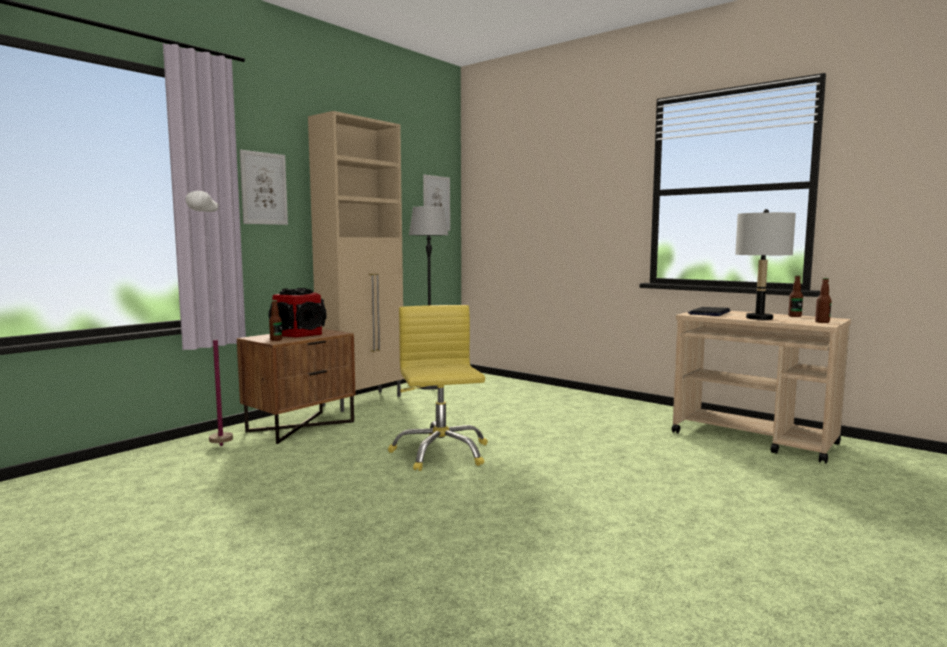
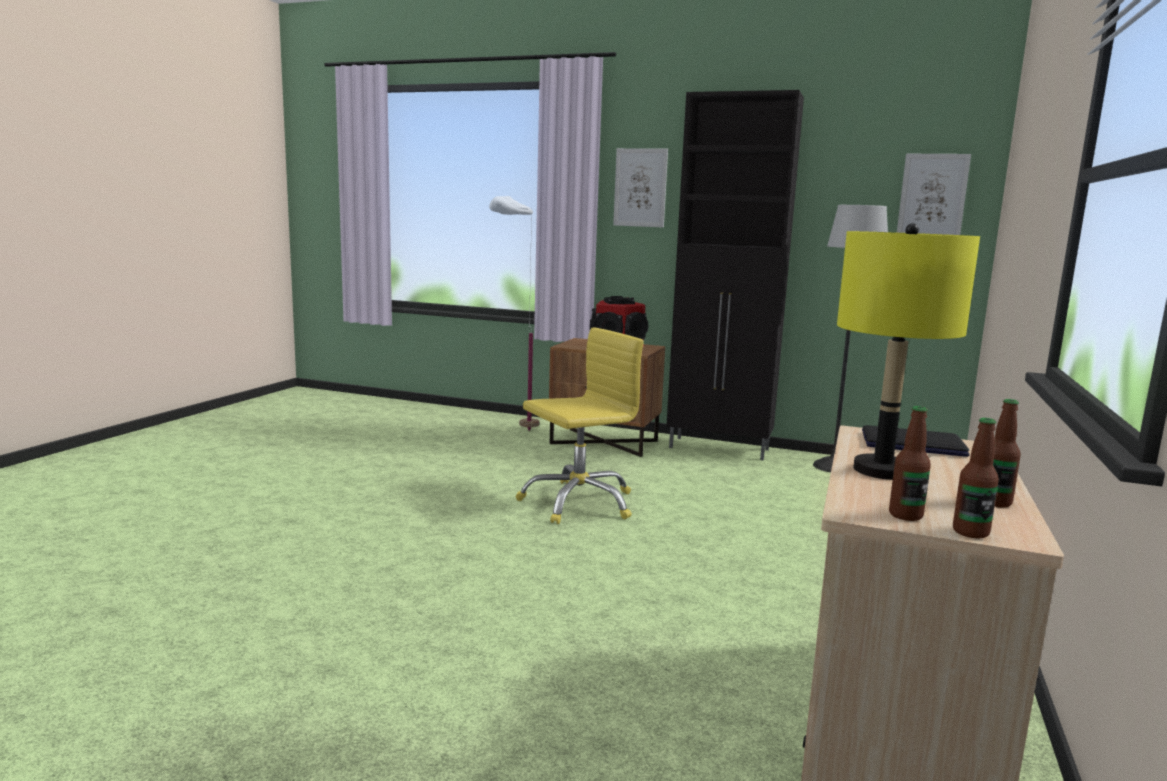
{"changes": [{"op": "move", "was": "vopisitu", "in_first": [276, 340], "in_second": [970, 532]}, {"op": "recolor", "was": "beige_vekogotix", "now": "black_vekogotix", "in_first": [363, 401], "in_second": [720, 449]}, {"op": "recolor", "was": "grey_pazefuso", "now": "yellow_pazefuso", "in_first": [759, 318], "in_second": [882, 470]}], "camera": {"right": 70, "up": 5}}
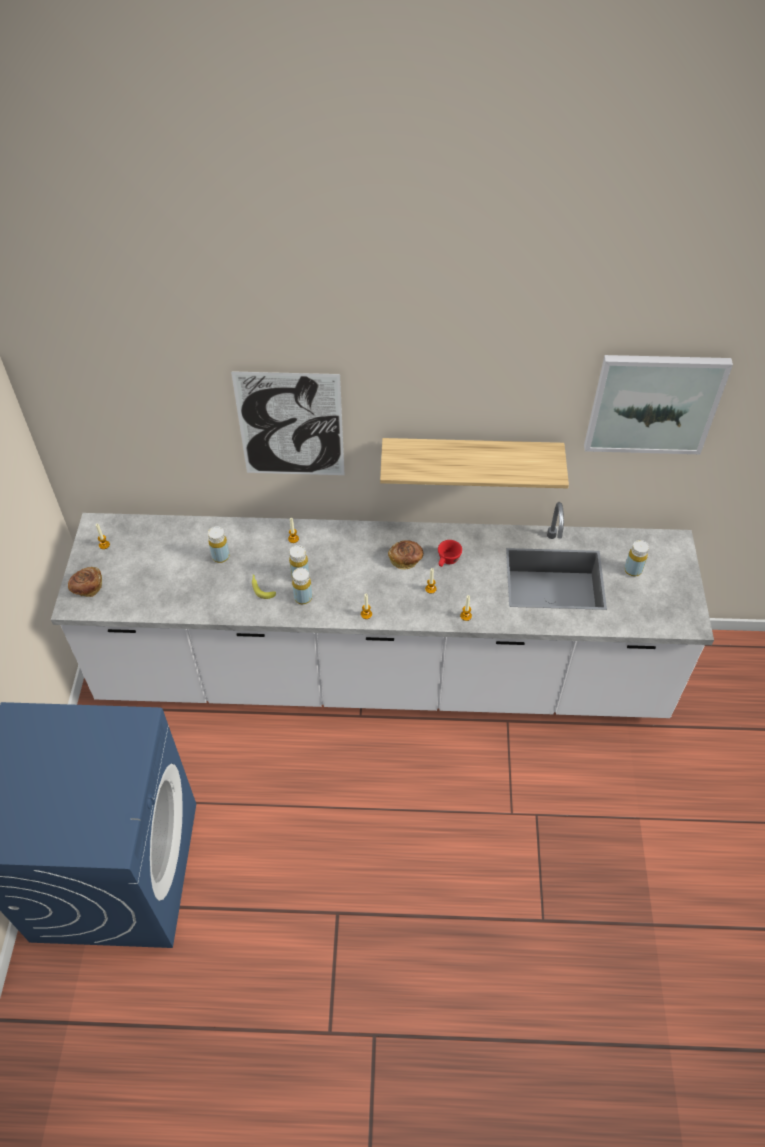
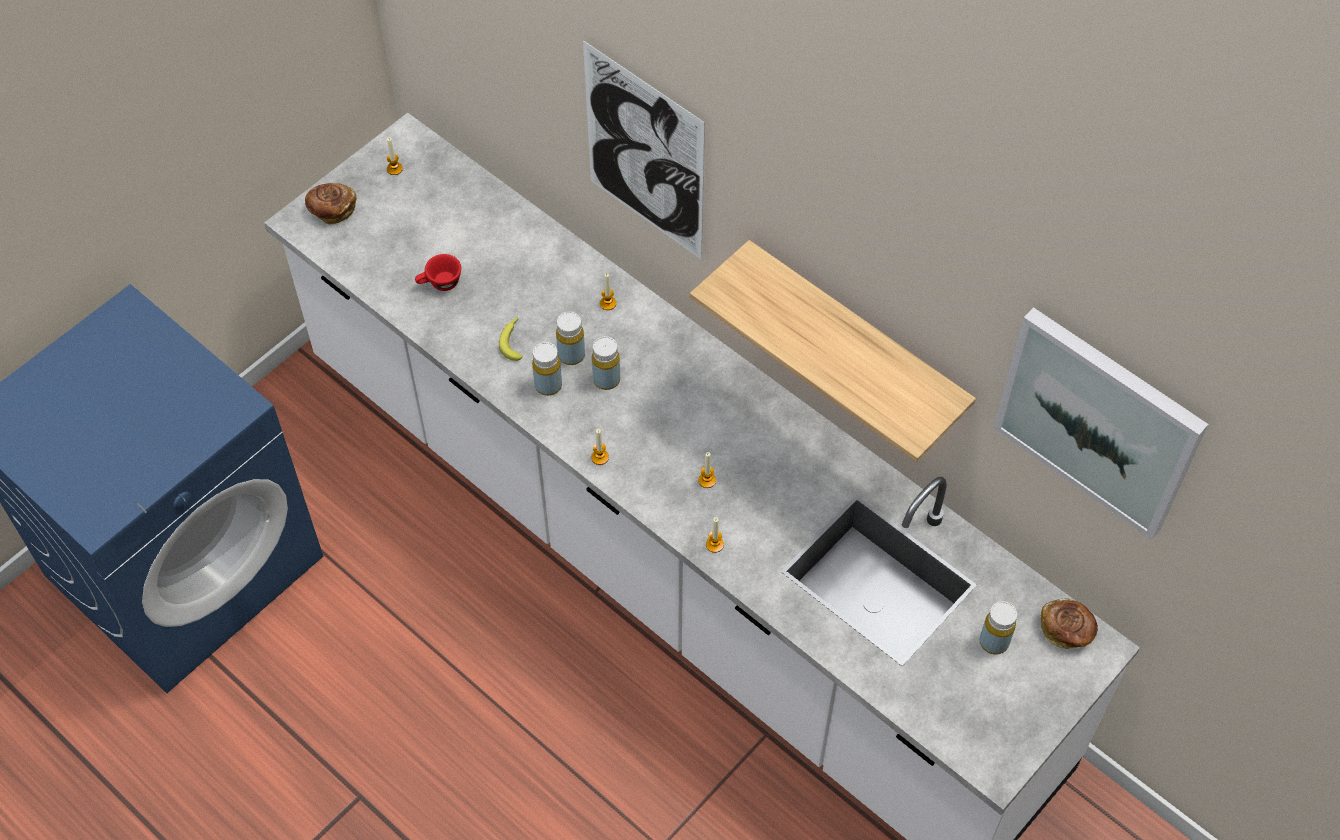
{"changes": [{"op": "move", "was": "yellow_vopisitu", "in_first": [220, 556], "in_second": [606, 379]}, {"op": "move", "was": "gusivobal", "in_first": [406, 559], "in_second": [1066, 631]}, {"op": "move", "was": "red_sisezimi", "in_first": [447, 561], "in_second": [440, 284]}], "camera": {"right": 40, "up": 5}}
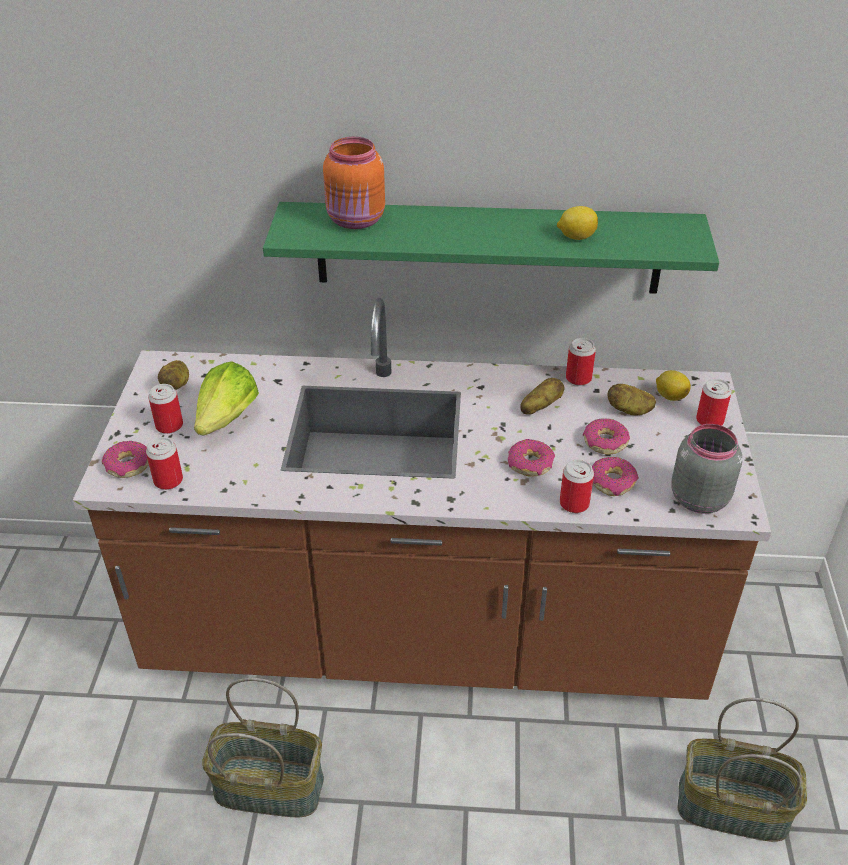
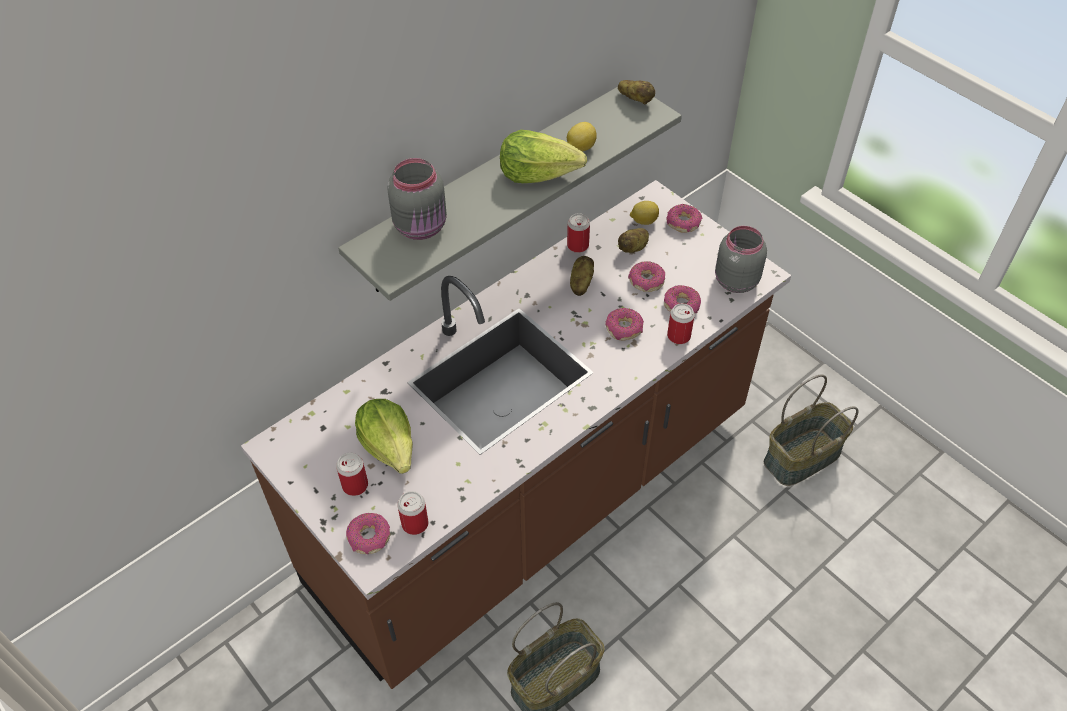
{"changes": [{"op": "insert", "now": "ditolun", "in_second": [538, 173]}, {"op": "move", "was": "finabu", "in_first": [177, 385], "in_second": [636, 100]}, {"op": "replace", "was": "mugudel", "now": "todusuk", "in_first": [709, 420], "in_second": [683, 223]}, {"op": "recolor", "was": "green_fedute", "now": "grey_fedute", "in_first": [488, 247], "in_second": [495, 188]}, {"op": "recolor", "was": "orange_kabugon", "now": "grey_kabugon", "in_first": [357, 221], "in_second": [422, 227]}], "camera": {"right": -45, "up": 10}}
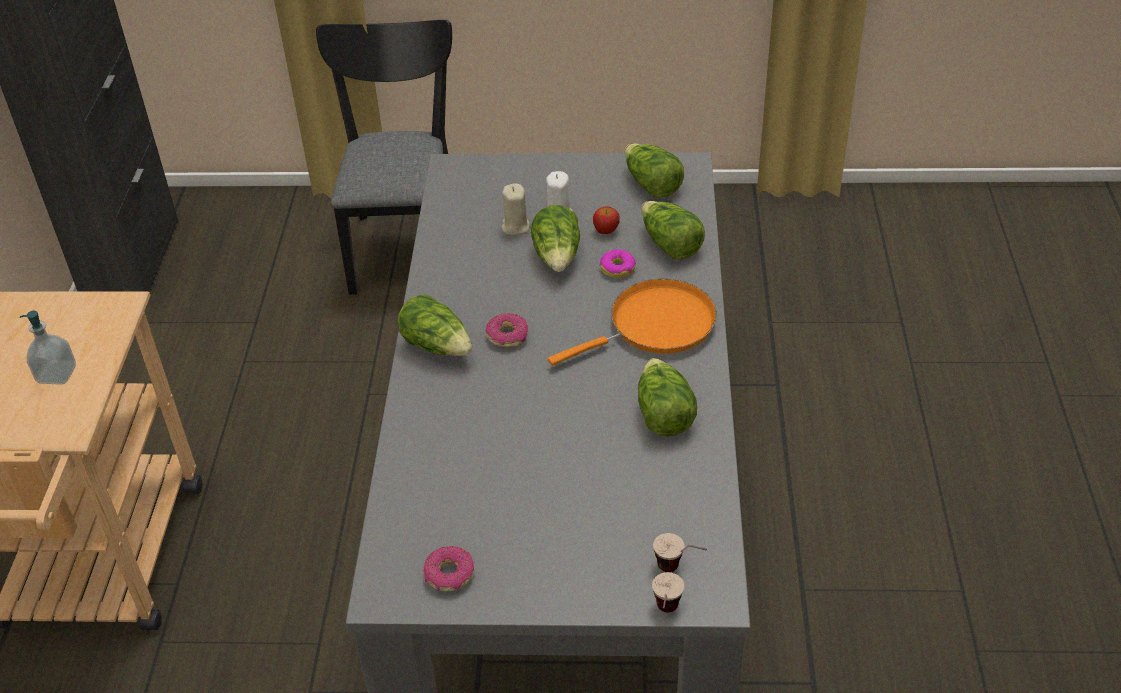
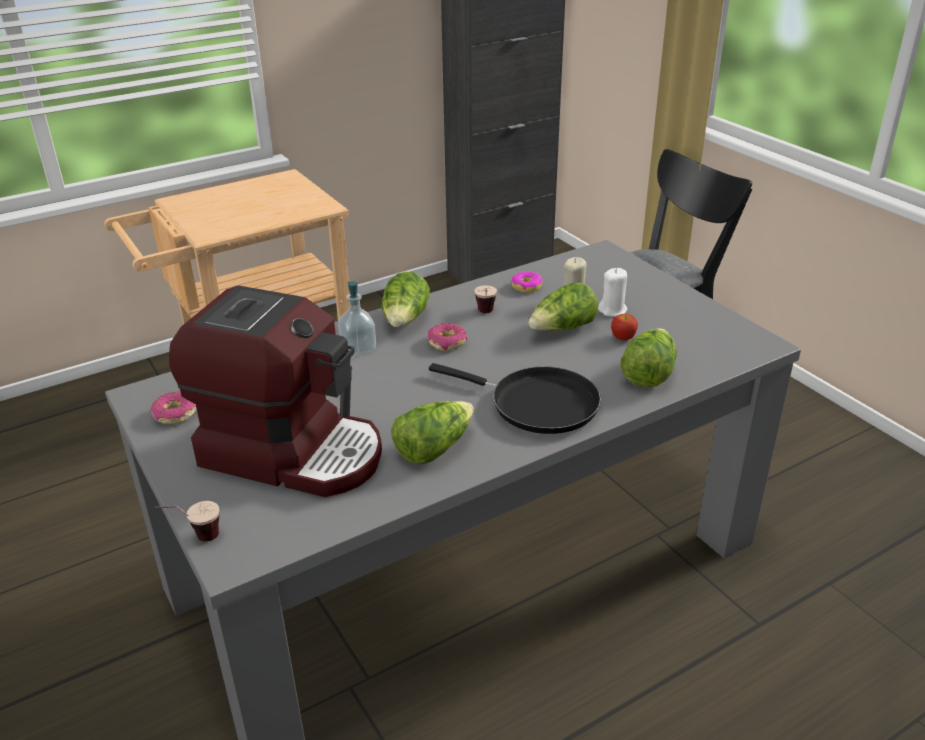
{"changes": [{"op": "delete", "was": "ditolun", "in_first": [651, 184]}, {"op": "insert", "now": "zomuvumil", "in_second": [293, 451]}, {"op": "move", "was": "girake", "in_first": [57, 374], "in_second": [358, 348]}, {"op": "move", "was": "todusuk", "in_first": [617, 268], "in_second": [526, 286]}, {"op": "move", "was": "sisezimi", "in_first": [679, 569], "in_second": [486, 314]}, {"op": "recolor", "was": "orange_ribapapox", "now": "black_ribapapox", "in_first": [655, 326], "in_second": [537, 404]}], "camera": {"right": 55, "up": -10}}
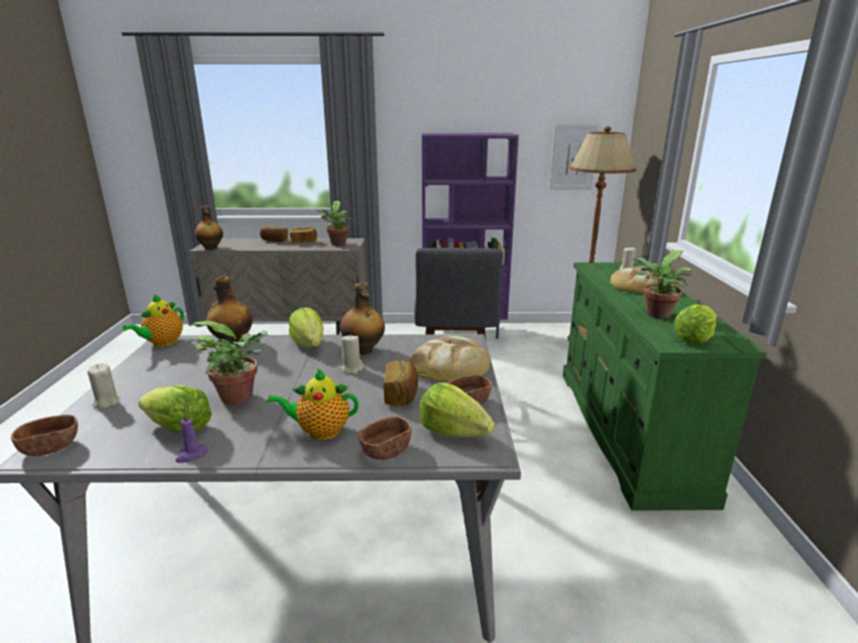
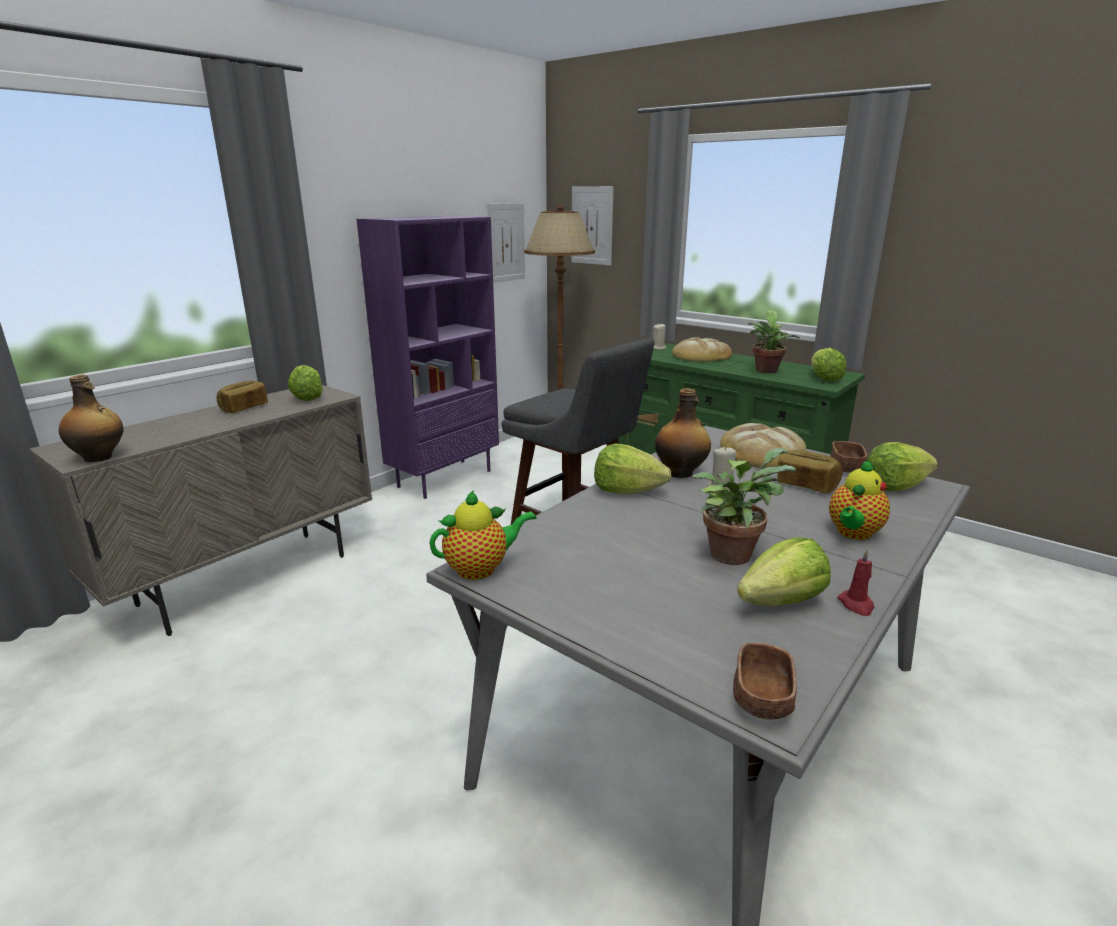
{"changes": [{"op": "delete", "was": "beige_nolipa", "in_first": [106, 402]}, {"op": "delete", "was": "vopisitu", "in_first": [232, 342]}, {"op": "delete", "was": "gusivobal", "in_first": [274, 240]}, {"op": "delete", "was": "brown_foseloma", "in_first": [386, 450]}, {"op": "insert", "now": "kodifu", "in_second": [592, 225]}, {"op": "replace", "was": "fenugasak", "now": "ditolun", "in_first": [338, 244], "in_second": [307, 397]}, {"op": "recolor", "was": "purple_nolipa", "now": "red_nolipa", "in_first": [191, 455], "in_second": [856, 605]}, {"op": "rotate", "was": "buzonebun", "in_first": [162, 343], "in_second": [481, 569], "clockwise": -90}], "camera": {"right": -50, "up": 0}}
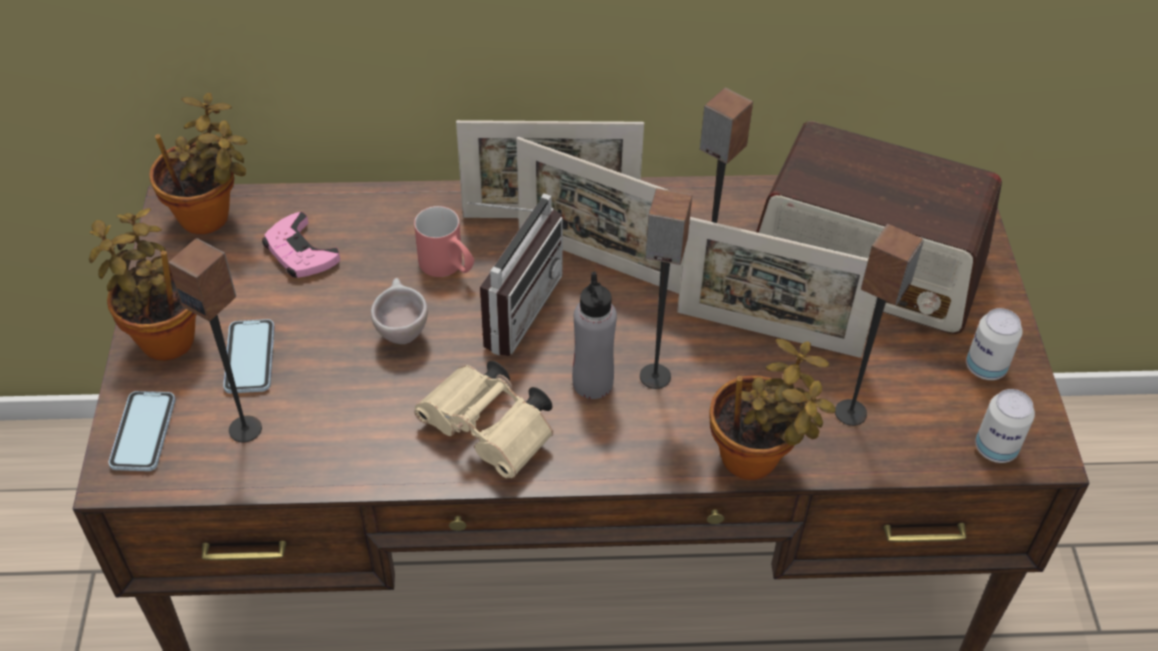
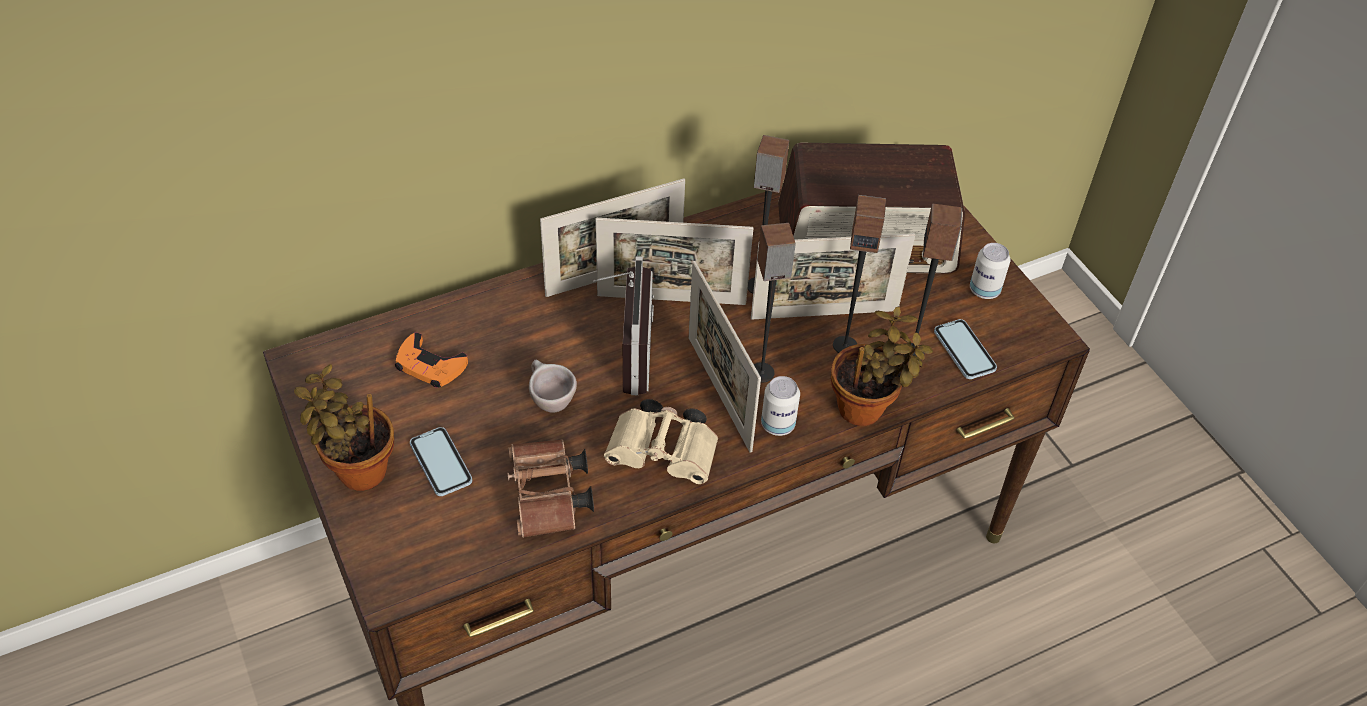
{"changes": [{"op": "delete", "was": "fenugasak", "in_first": [211, 217]}, {"op": "delete", "was": "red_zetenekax", "in_first": [448, 267]}, {"op": "insert", "now": "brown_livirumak", "in_second": [549, 500]}, {"op": "move", "was": "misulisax", "in_first": [143, 433], "in_second": [964, 351]}, {"op": "move", "was": "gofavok", "in_first": [246, 428], "in_second": [845, 345]}, {"op": "move", "was": "mugudel", "in_first": [995, 448], "in_second": [777, 424]}, {"op": "replace", "was": "grey_vopisitu", "now": "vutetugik", "in_first": [592, 383], "in_second": [719, 393]}, {"op": "recolor", "was": "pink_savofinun", "now": "orange_savofinun", "in_first": [300, 252], "in_second": [430, 365]}], "camera": {"right": -25, "up": 0}}
